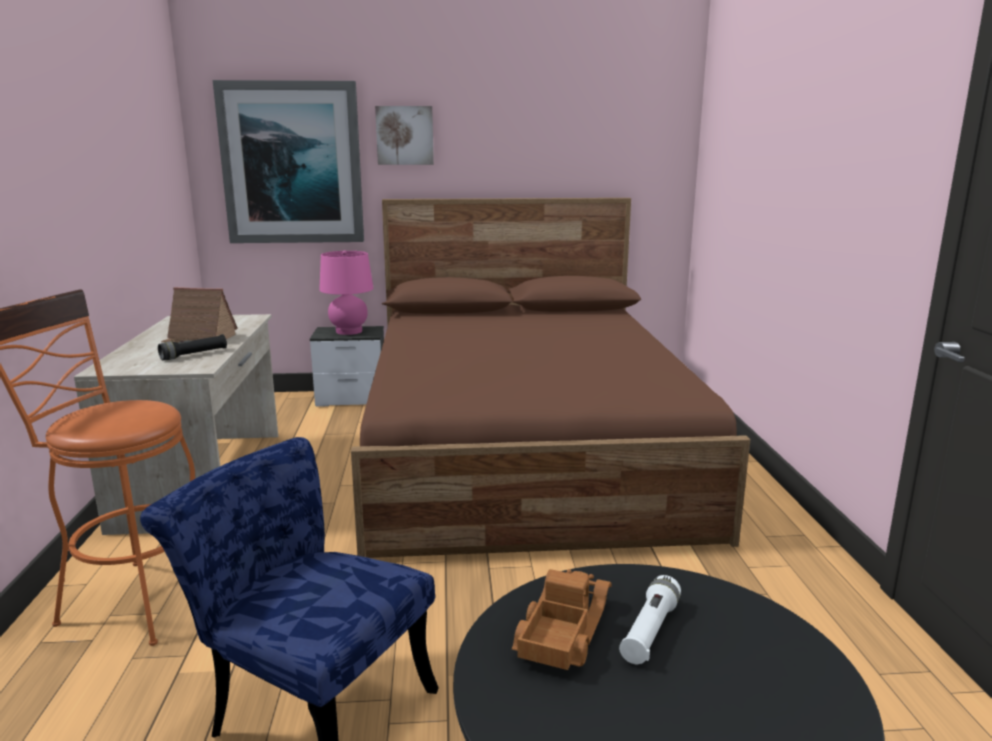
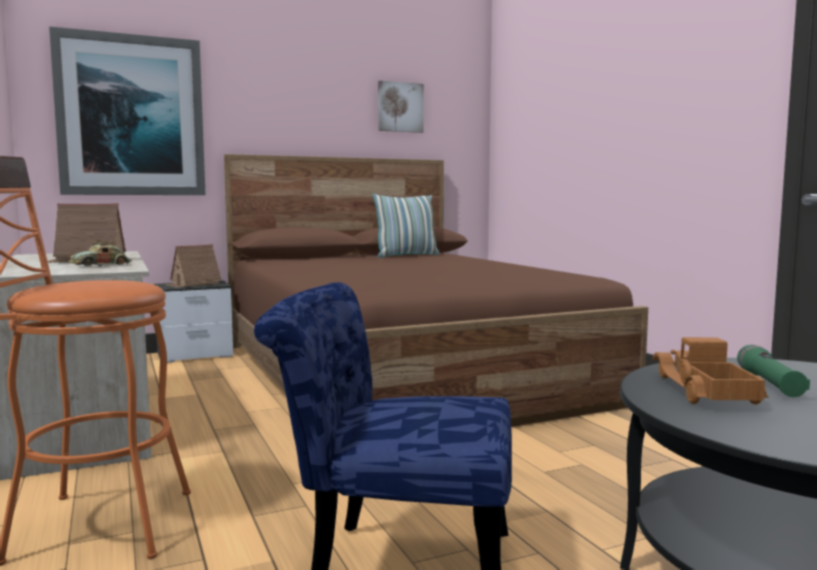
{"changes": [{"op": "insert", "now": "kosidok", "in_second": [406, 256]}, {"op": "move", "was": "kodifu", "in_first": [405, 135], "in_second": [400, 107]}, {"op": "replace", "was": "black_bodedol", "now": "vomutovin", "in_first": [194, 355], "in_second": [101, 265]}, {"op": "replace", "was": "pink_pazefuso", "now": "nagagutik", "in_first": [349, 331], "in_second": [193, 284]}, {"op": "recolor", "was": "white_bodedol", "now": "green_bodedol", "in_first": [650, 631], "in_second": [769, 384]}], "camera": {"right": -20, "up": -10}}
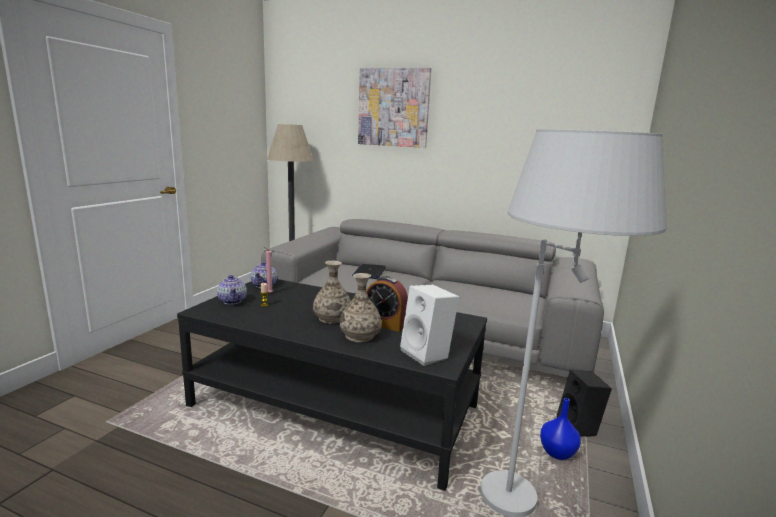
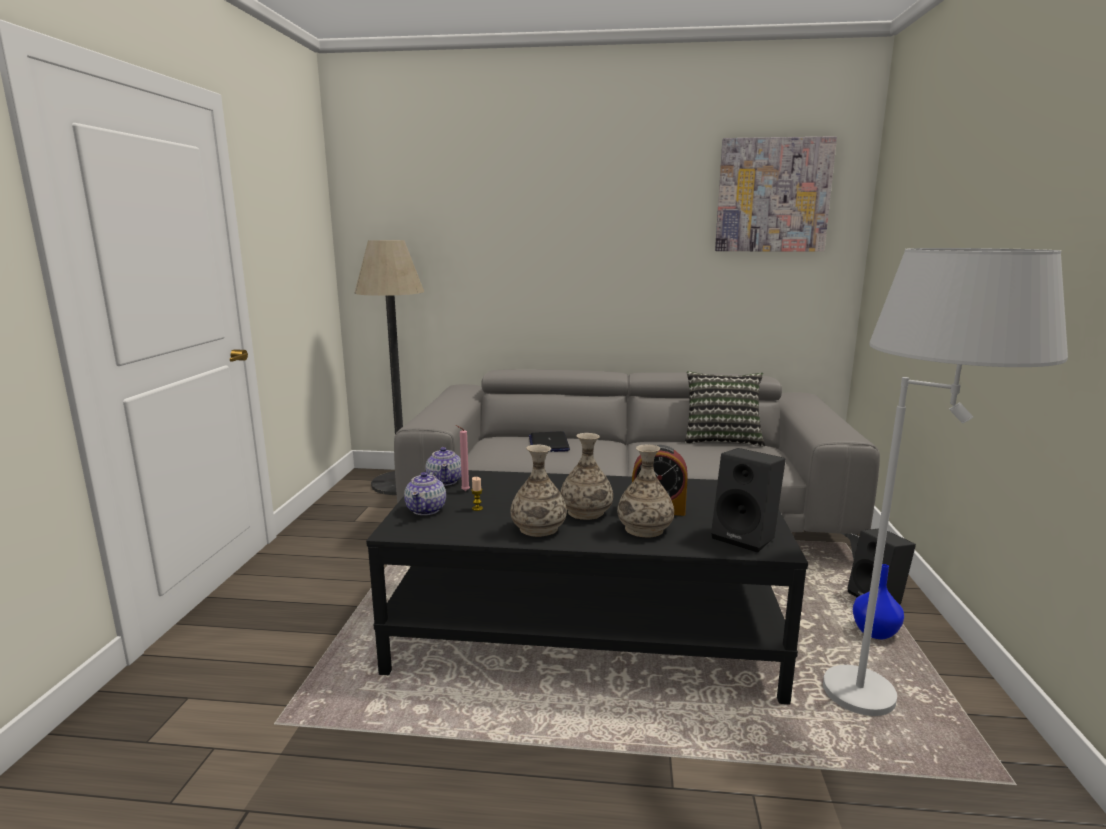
{"changes": [{"op": "insert", "now": "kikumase", "in_second": [539, 528]}, {"op": "insert", "now": "kosidok", "in_second": [721, 439]}, {"op": "move", "was": "kodifu", "in_first": [393, 107], "in_second": [773, 195]}, {"op": "recolor", "was": "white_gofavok", "now": "black_gofavok", "in_first": [428, 354], "in_second": [746, 537]}, {"op": "rotate", "was": "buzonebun", "in_first": [232, 301], "in_second": [426, 509], "clockwise": 45}], "camera": {"right": -15, "up": 0}}
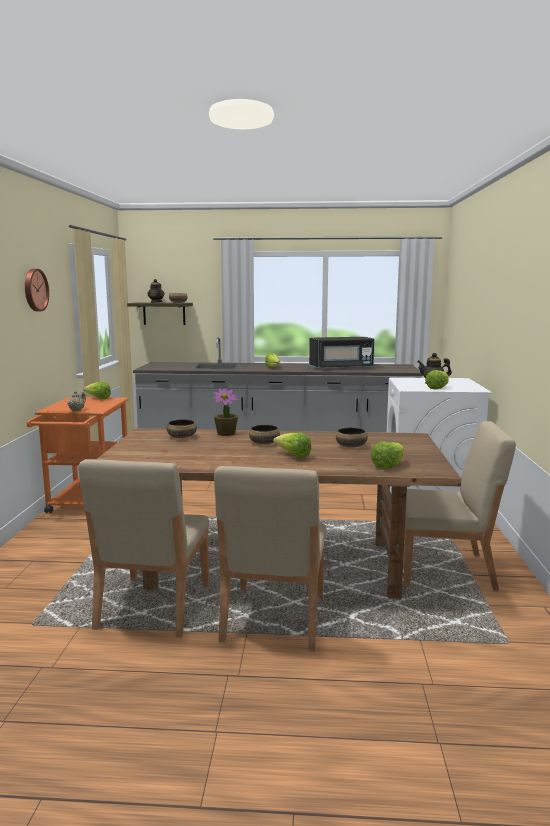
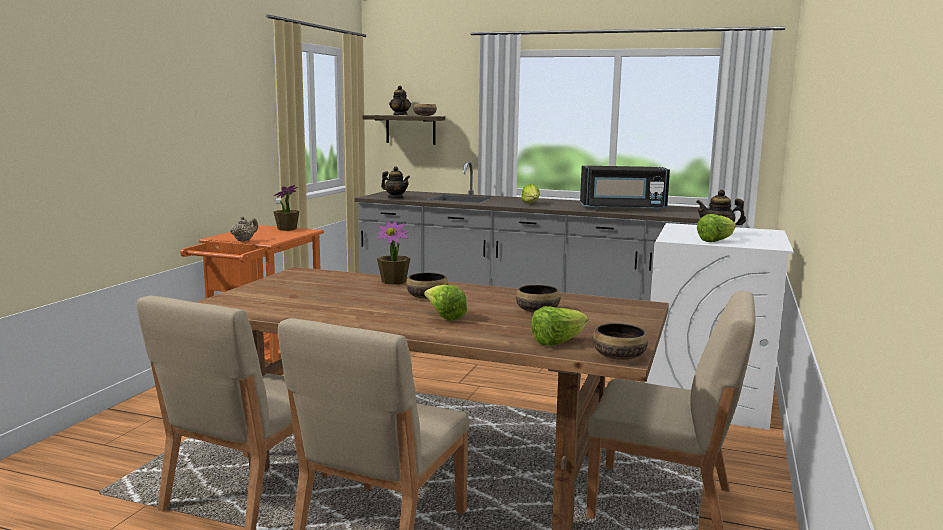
{"changes": [{"op": "delete", "was": "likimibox", "in_first": [34, 290]}, {"op": "insert", "now": "buzonebun", "in_second": [395, 198]}, {"op": "move", "was": "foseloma", "in_first": [182, 437], "in_second": [619, 356]}, {"op": "replace", "was": "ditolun", "now": "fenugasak", "in_first": [98, 398], "in_second": [287, 229]}], "camera": {"right": 15, "up": 0}}
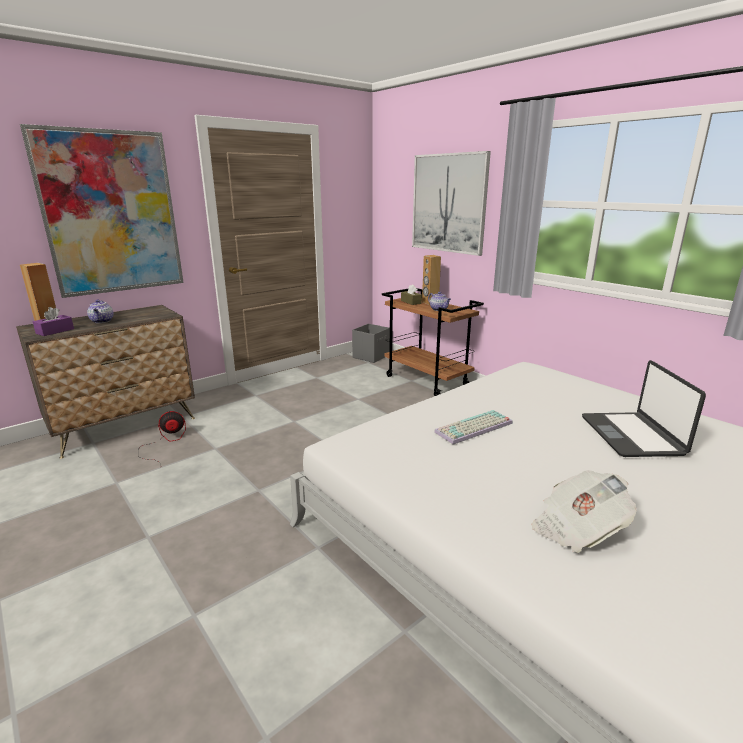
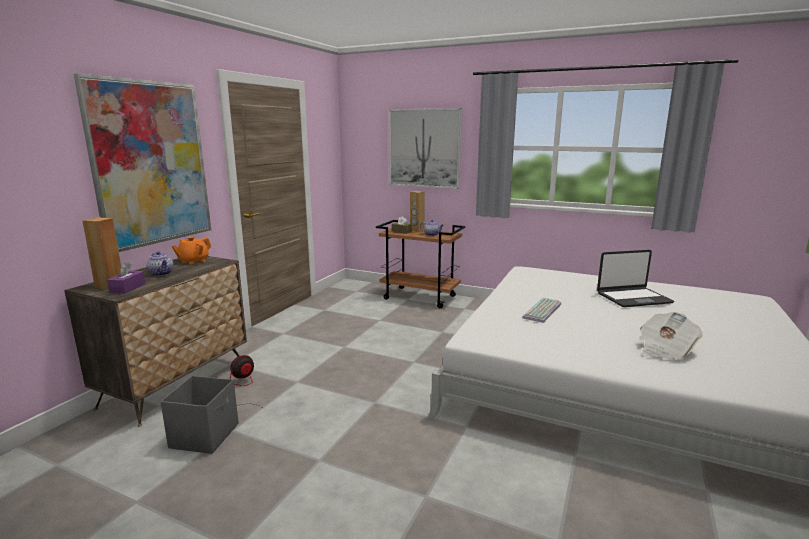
{"changes": [{"op": "insert", "now": "orange_buzonebun", "in_second": [193, 261]}, {"op": "move", "was": "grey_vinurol", "in_first": [371, 356], "in_second": [205, 435]}, {"op": "rotate", "was": "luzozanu", "in_first": [632, 435], "in_second": [633, 298], "clockwise": -75}], "camera": {"right": -25, "up": -5}}
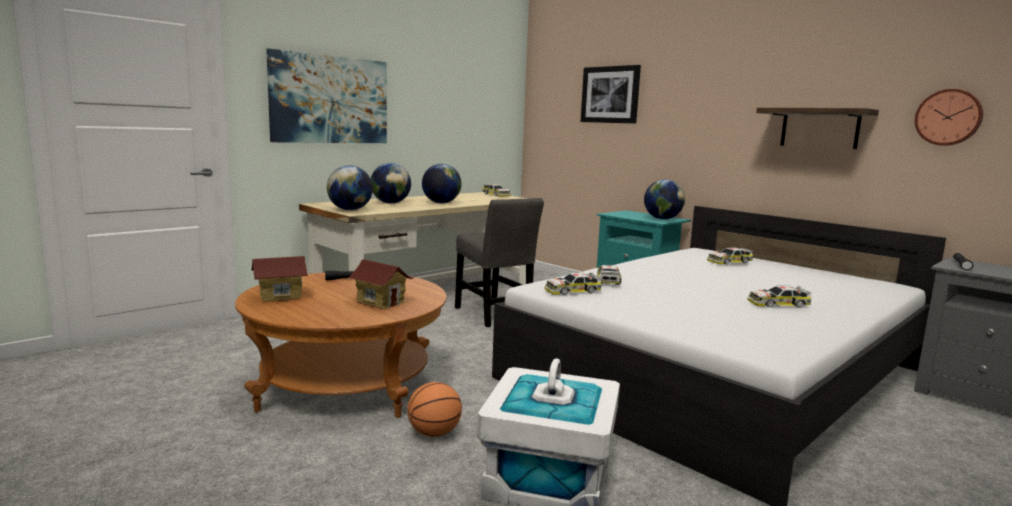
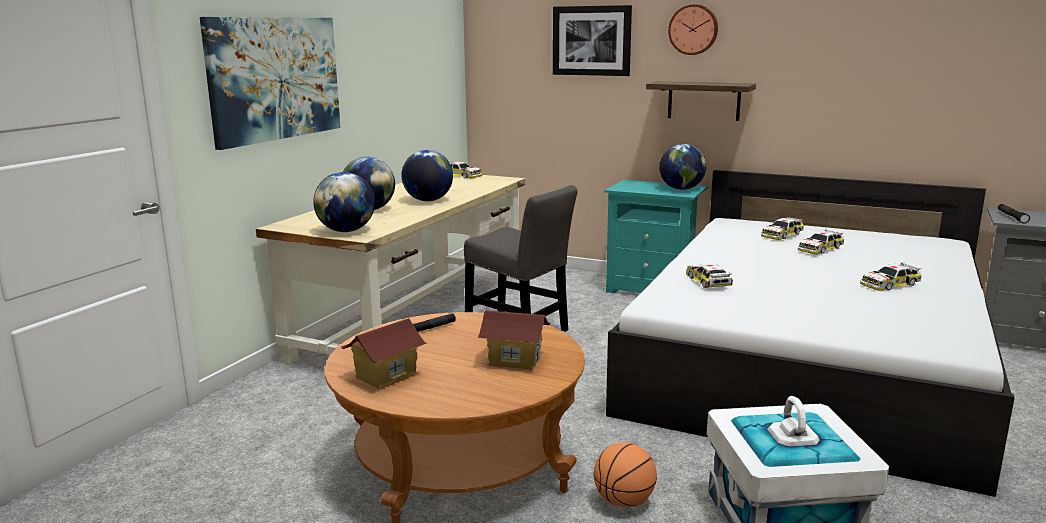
{"changes": [{"op": "move", "was": "vomutovin", "in_first": [572, 291], "in_second": [820, 248]}, {"op": "move", "was": "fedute", "in_first": [819, 128], "in_second": [704, 101]}, {"op": "move", "was": "likimibox", "in_first": [948, 117], "in_second": [693, 29]}], "camera": {"right": -20, "up": 5}}
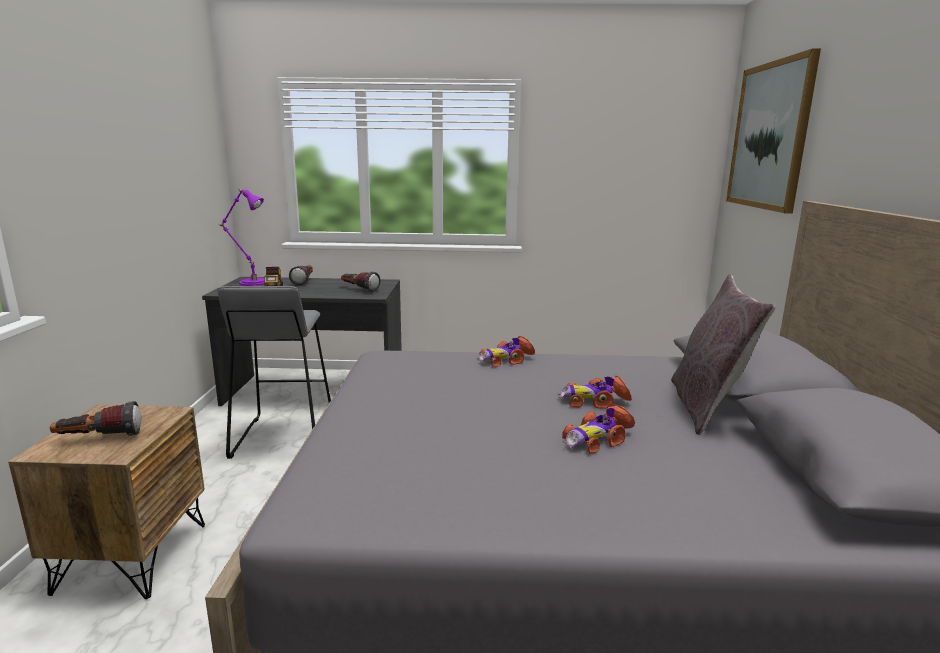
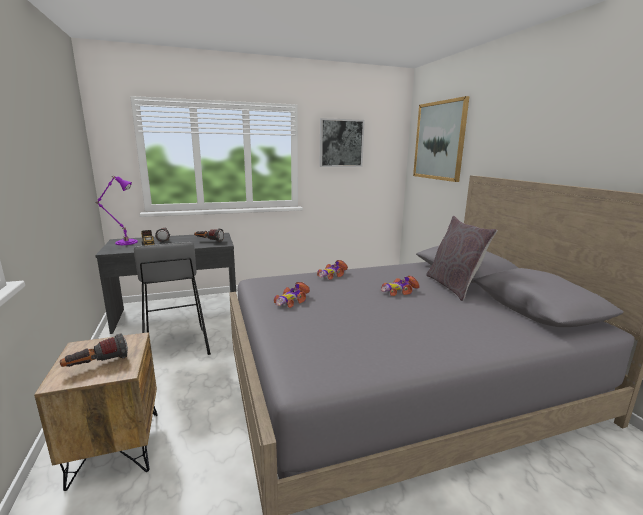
{"changes": [{"op": "insert", "now": "kodifu", "in_second": [341, 143]}, {"op": "move", "was": "vomutovin", "in_first": [597, 439], "in_second": [291, 301]}], "camera": {"right": -20, "up": 0}}
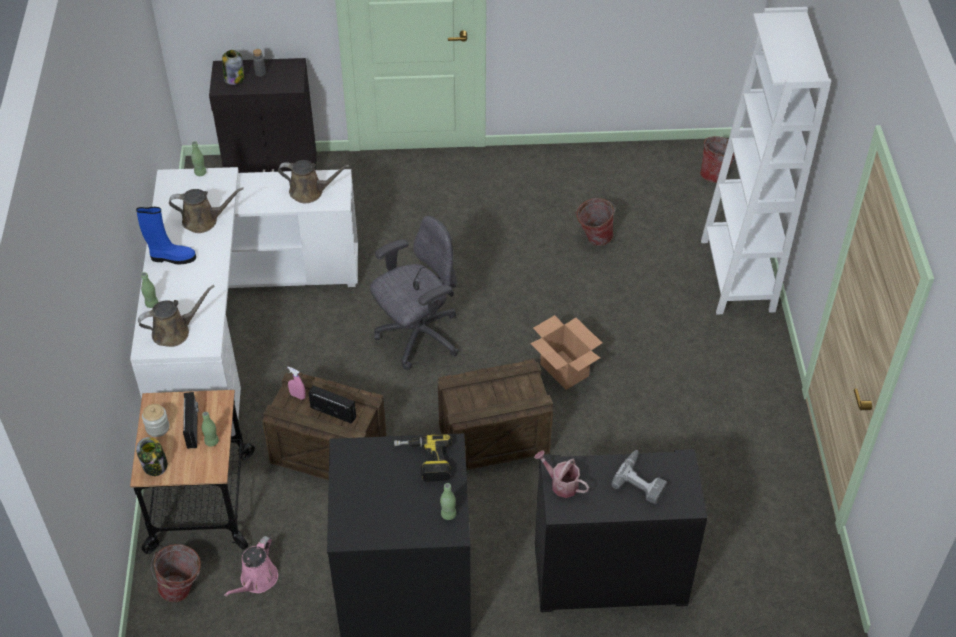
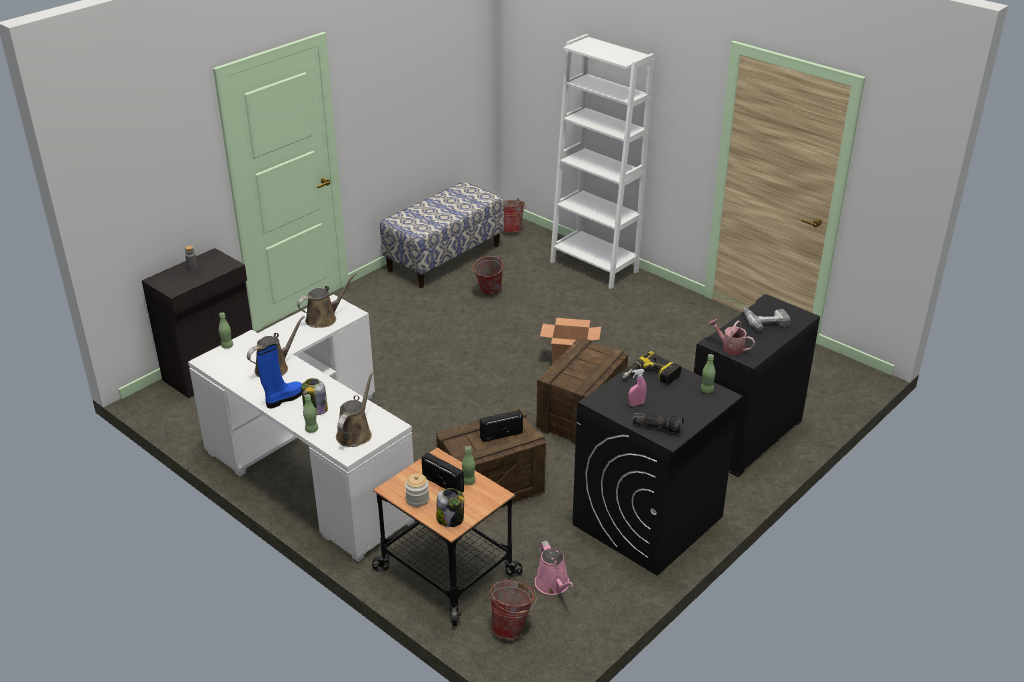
{"changes": [{"op": "delete", "was": "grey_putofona", "in_first": [417, 337]}, {"op": "insert", "now": "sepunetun", "in_second": [444, 258]}, {"op": "insert", "now": "bodedol", "in_second": [658, 427]}, {"op": "move", "was": "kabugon", "in_first": [234, 78], "in_second": [315, 409]}, {"op": "move", "was": "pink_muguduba", "in_first": [297, 396], "in_second": [636, 404]}, {"op": "rotate", "was": "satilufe", "in_first": [561, 484], "in_second": [730, 347], "clockwise": 45}], "camera": {"right": -45, "up": -15}}
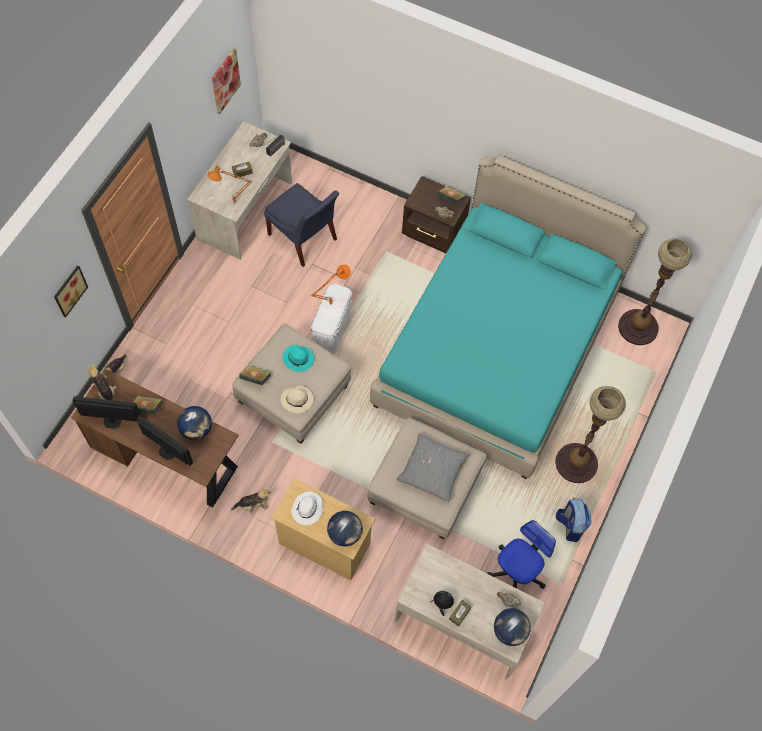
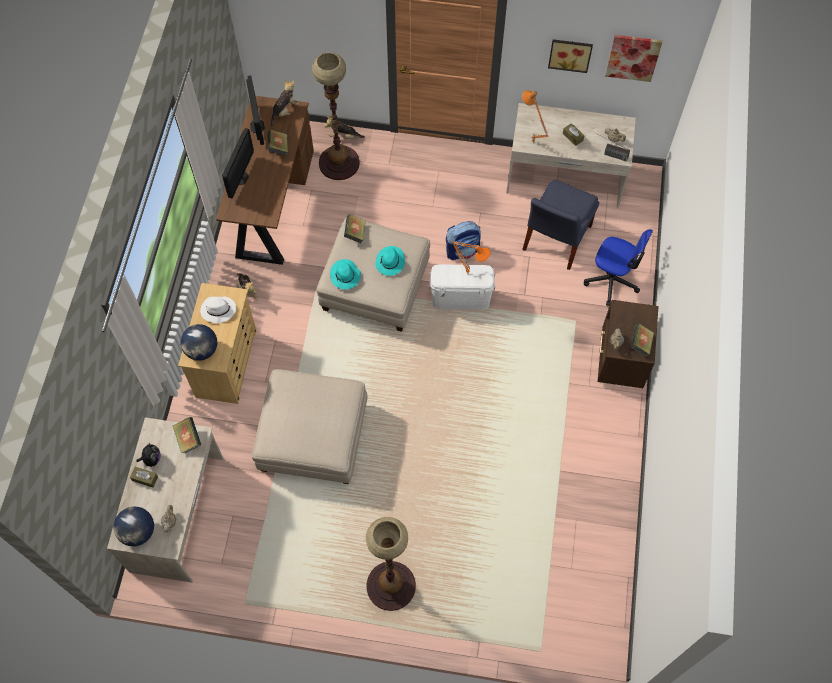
{"changes": [{"op": "delete", "was": "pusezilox", "in_first": [196, 429]}, {"op": "delete", "was": "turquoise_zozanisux", "in_first": [496, 349]}, {"op": "delete", "was": "grey_kosidok", "in_first": [432, 470]}, {"op": "insert", "now": "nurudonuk", "in_second": [188, 439]}, {"op": "move", "was": "kodifu", "in_first": [68, 290], "in_second": [570, 54]}, {"op": "move", "was": "putofona", "in_first": [516, 572], "in_second": [611, 280]}, {"op": "move", "was": "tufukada", "in_first": [570, 525], "in_second": [462, 250]}, {"op": "move", "was": "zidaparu", "in_first": [638, 327], "in_second": [339, 163]}, {"op": "recolor", "was": "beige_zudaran", "now": "turquoise_zudaran", "in_first": [297, 400], "in_second": [345, 276]}], "camera": {"right": 75, "up": 0}}
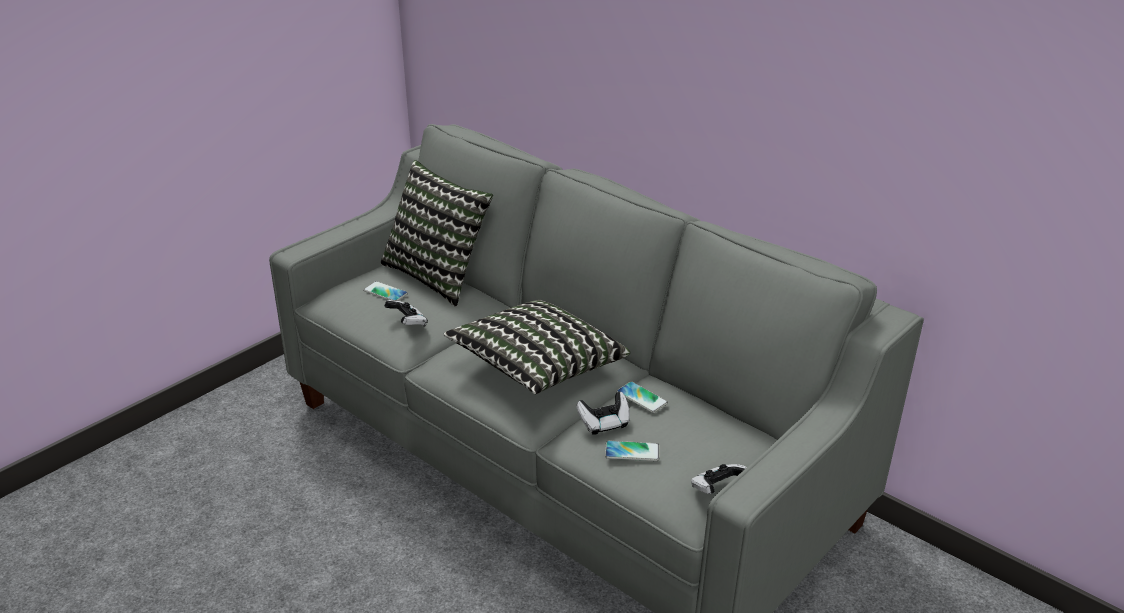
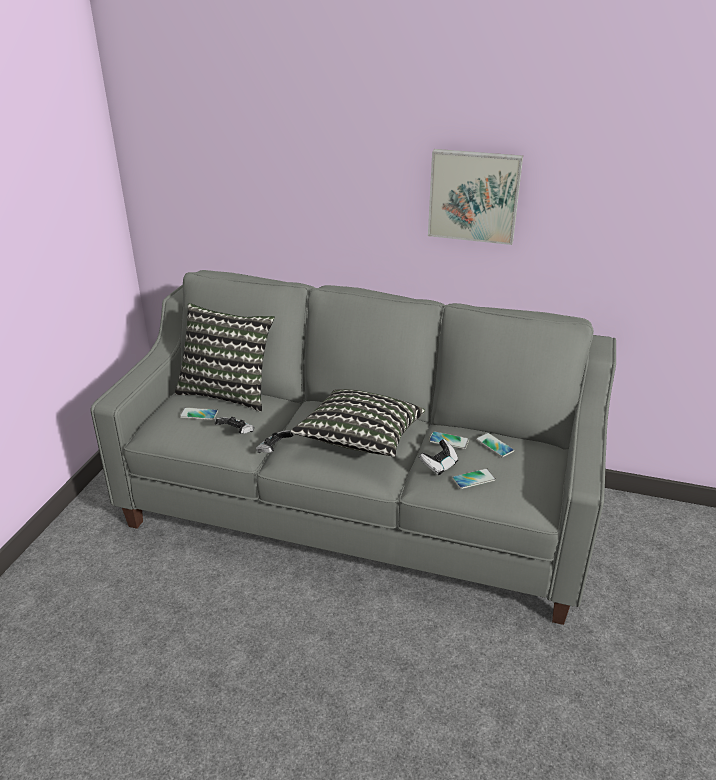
{"changes": [{"op": "insert", "now": "kodifu", "in_second": [474, 195]}, {"op": "insert", "now": "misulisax", "in_second": [494, 445]}, {"op": "move", "was": "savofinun", "in_first": [717, 489], "in_second": [274, 450]}], "camera": {"right": -25, "up": 0}}
